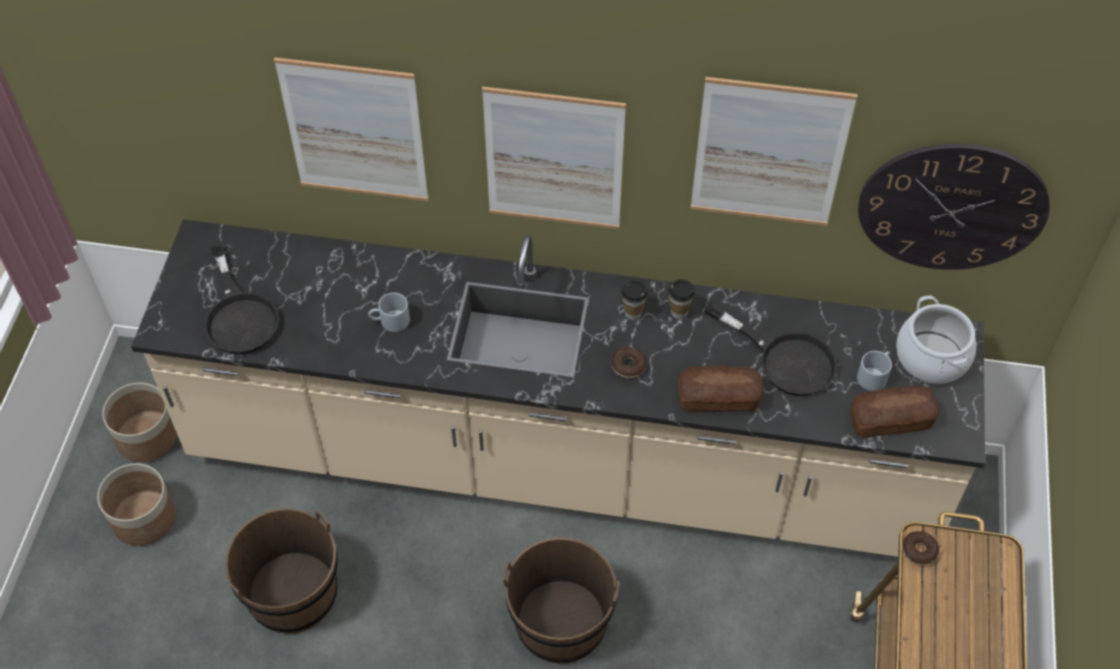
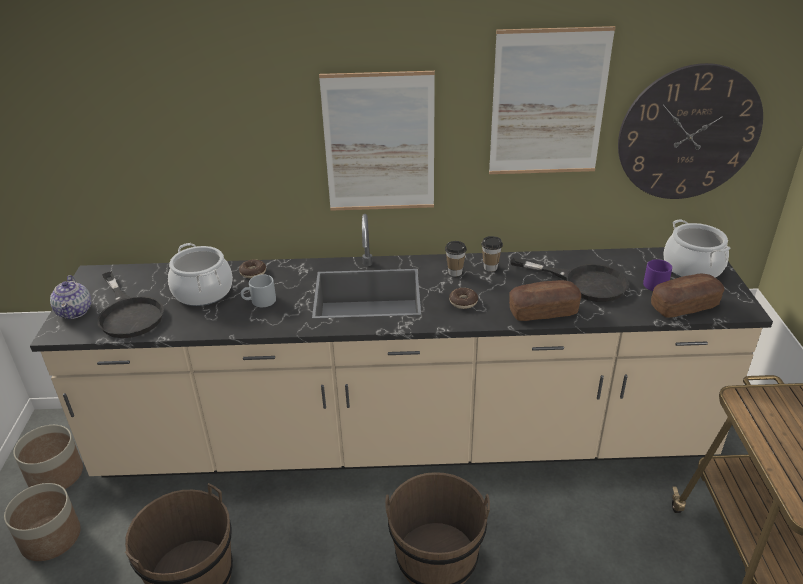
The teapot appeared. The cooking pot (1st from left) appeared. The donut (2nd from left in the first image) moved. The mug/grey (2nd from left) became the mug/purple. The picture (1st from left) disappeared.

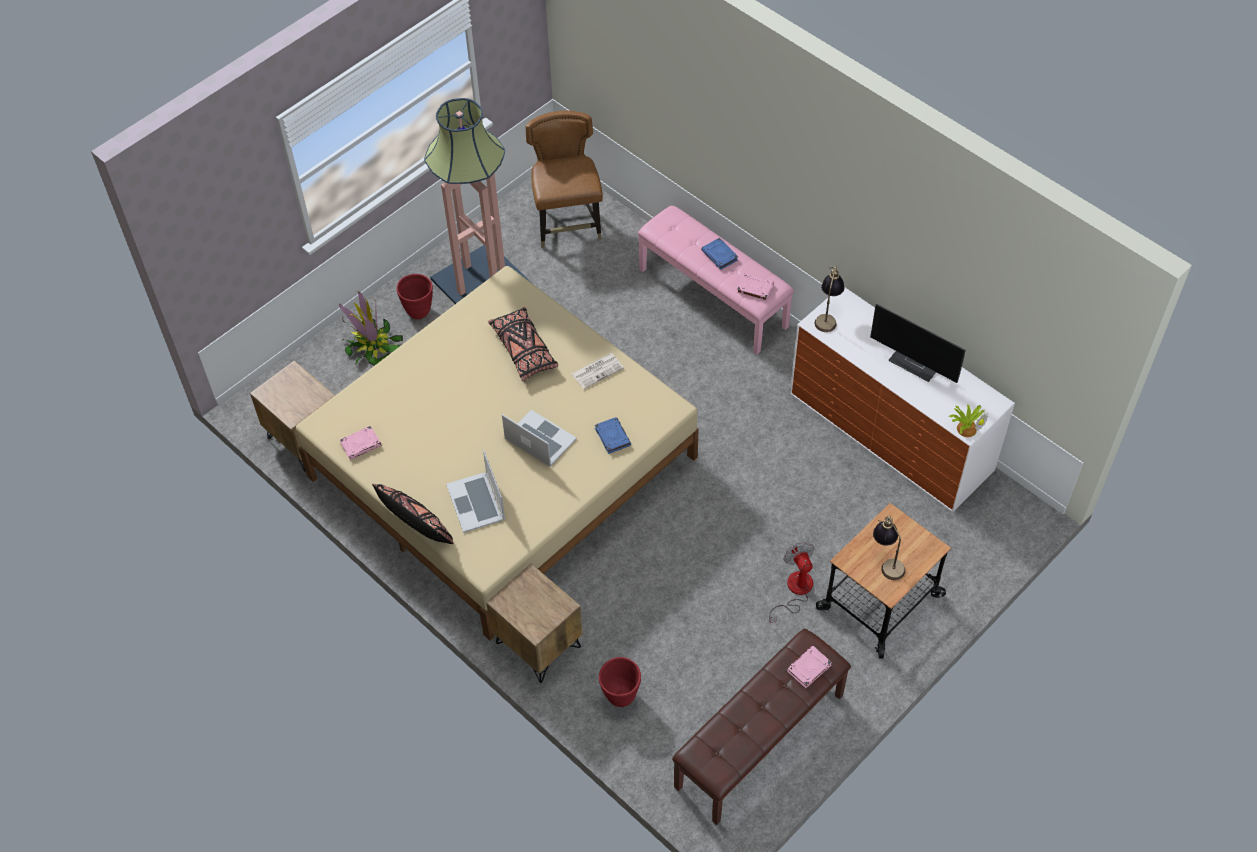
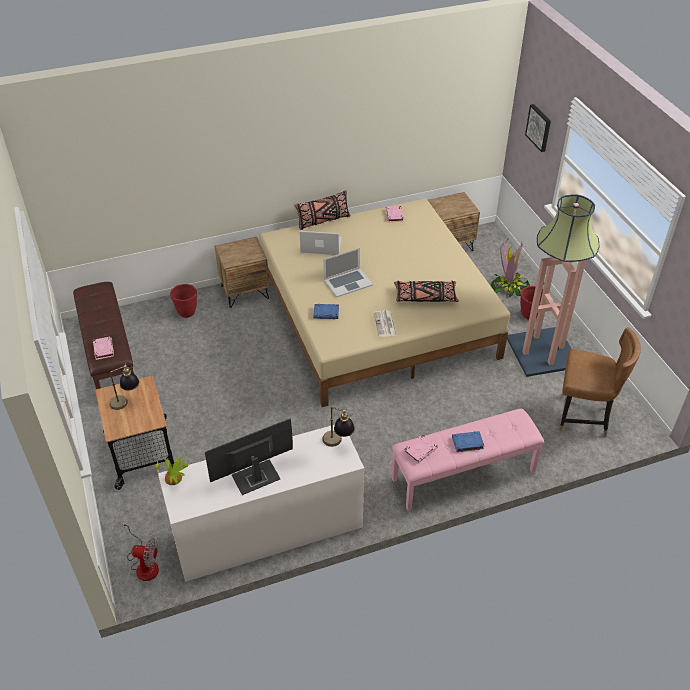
The fan moved. The picture appeared.

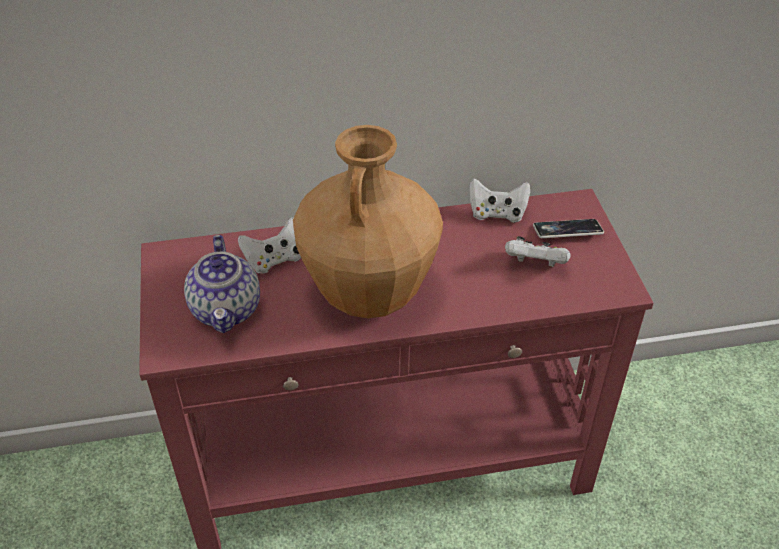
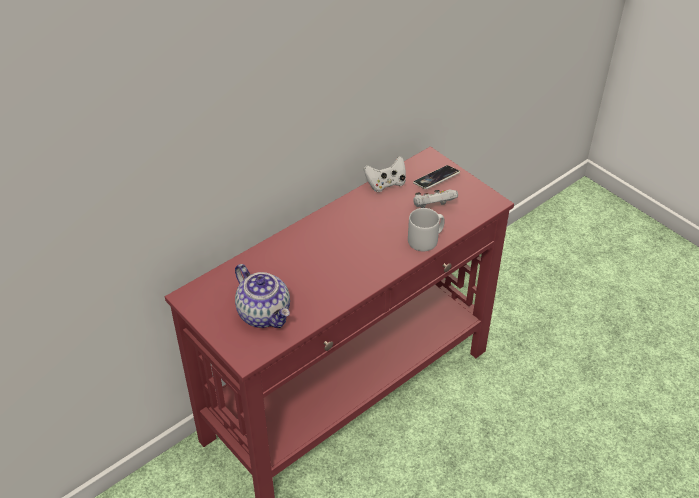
The mug/grey appeared. The game controller/white (1st from left) disappeared. The vase/brown disappeared.

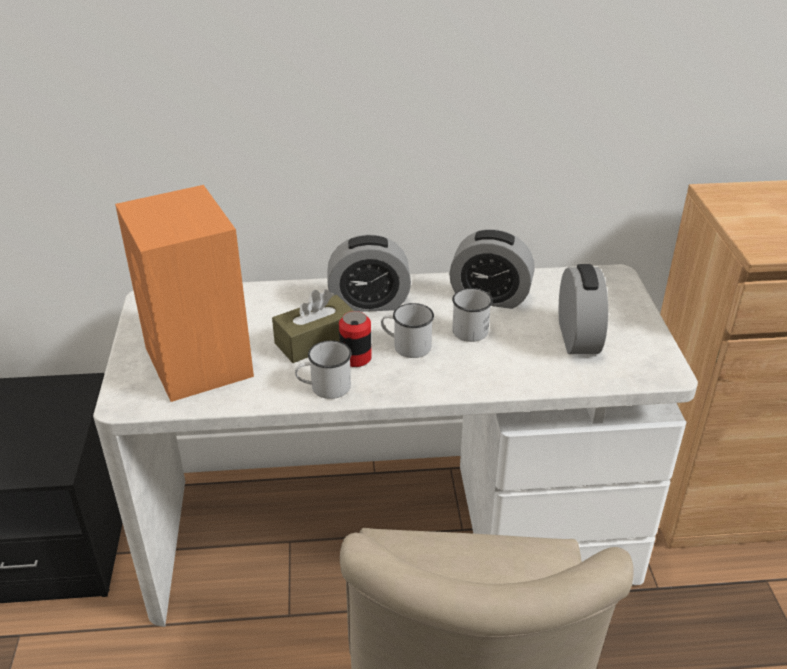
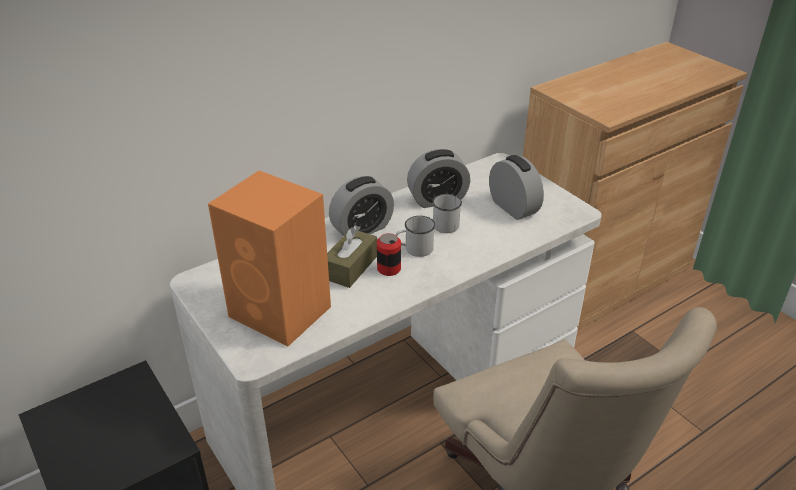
The mug/white (1st from left) disappeared.

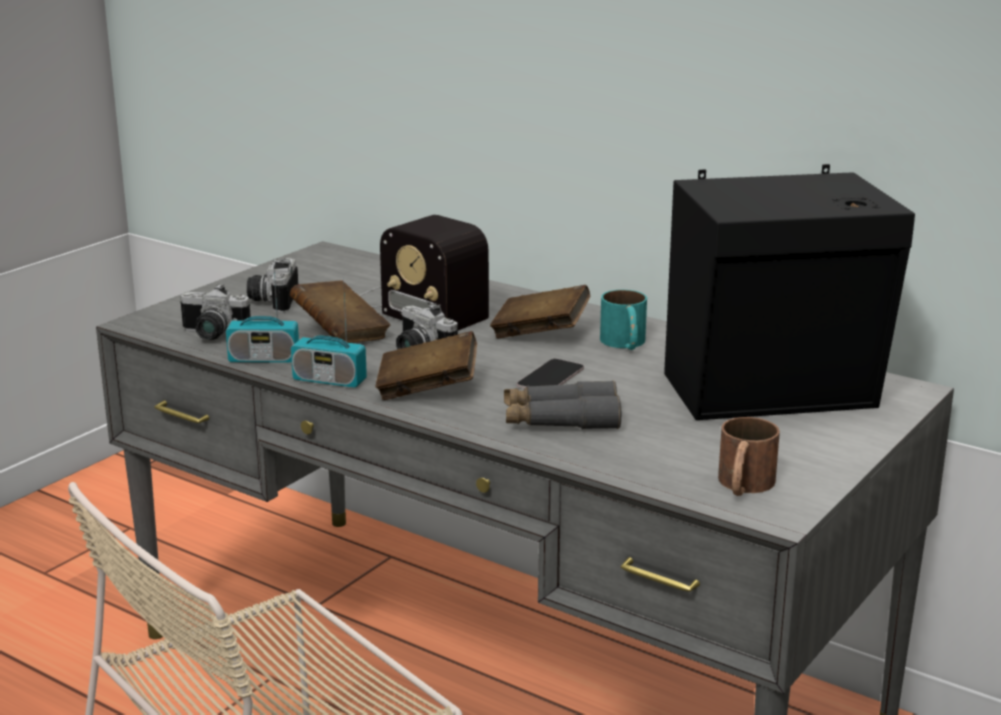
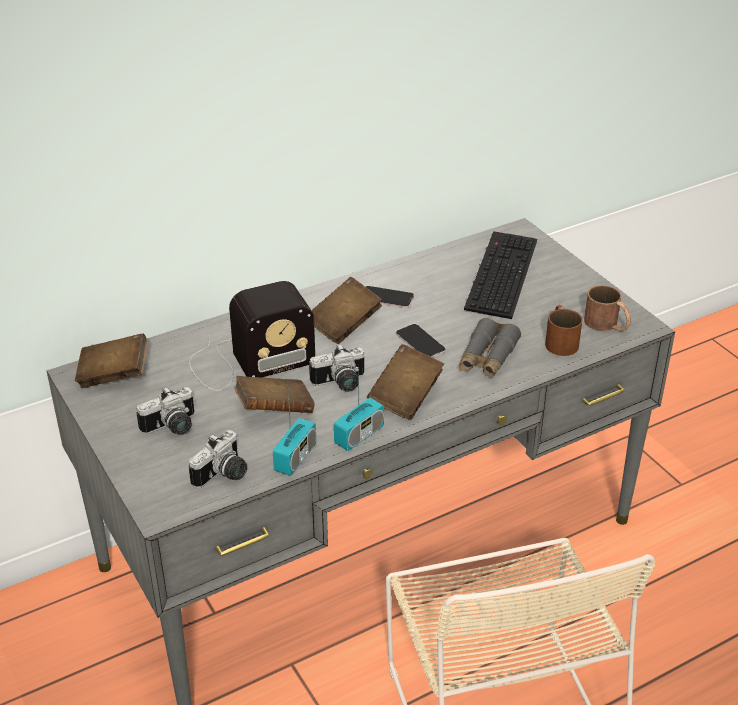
The book/brown (1st from left) appeared. The photo camera (2nd from left in the first image) turned 60 degrees counterclockwise. The mug/turquoise was replaced by the phone (1st from left). The speaker/black was replaced by the keyboard. The mug/brown (1st from left) appeared.

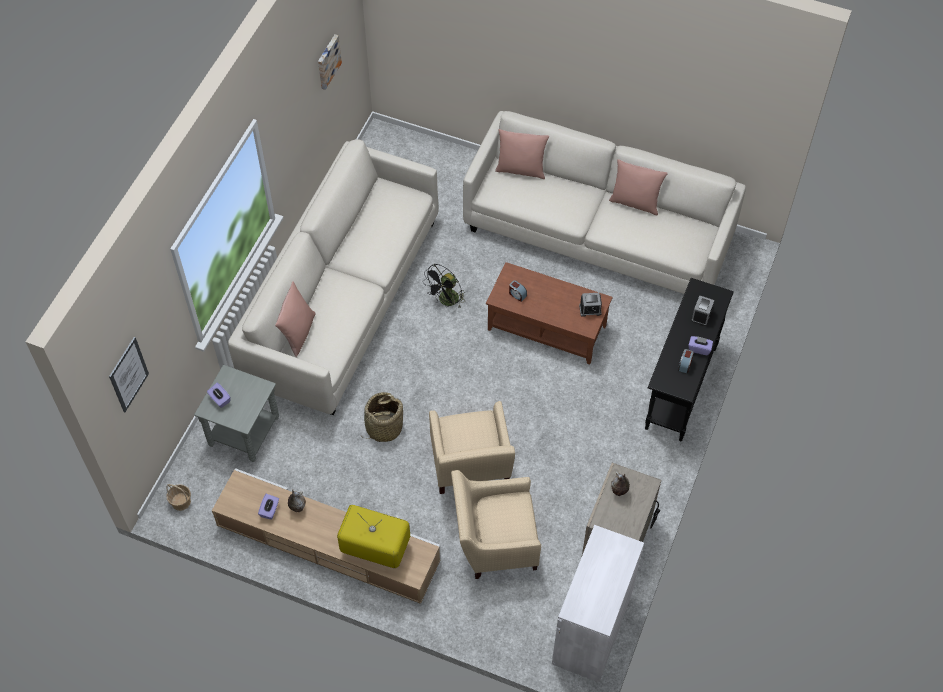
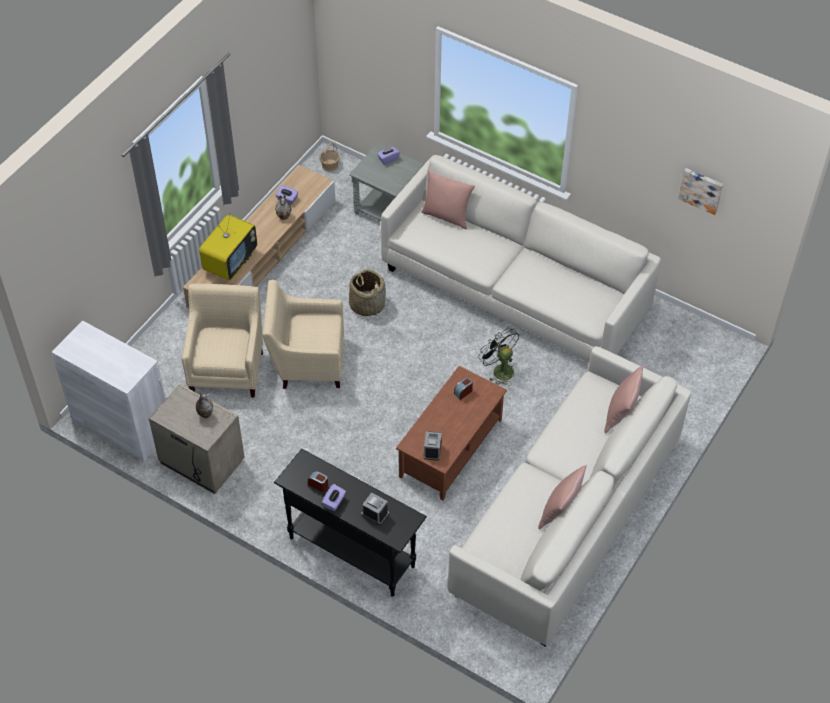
The picture (1st from left) disappeared.

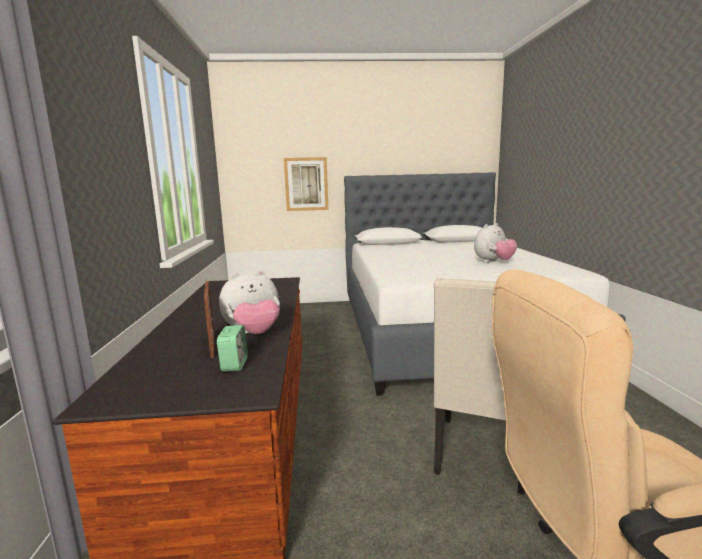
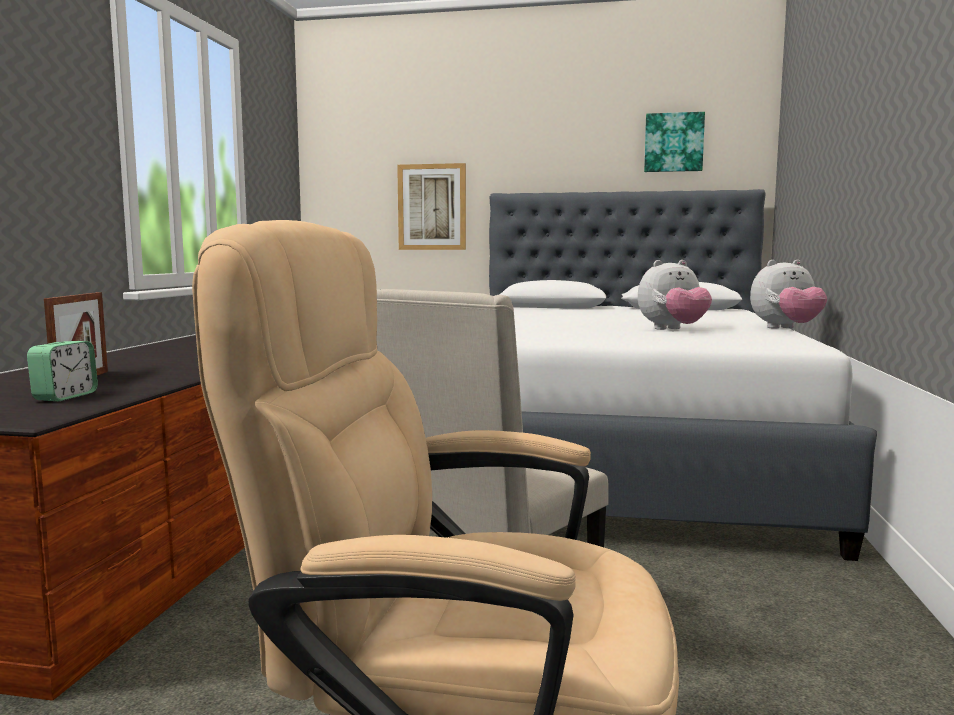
The picture (2nd from left) appeared. The plush toy (1st from left in the first image) moved.

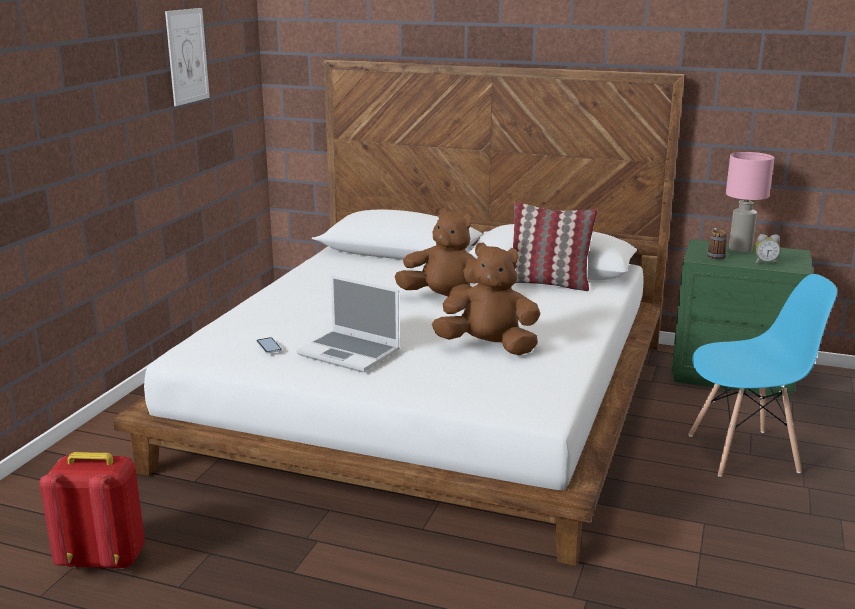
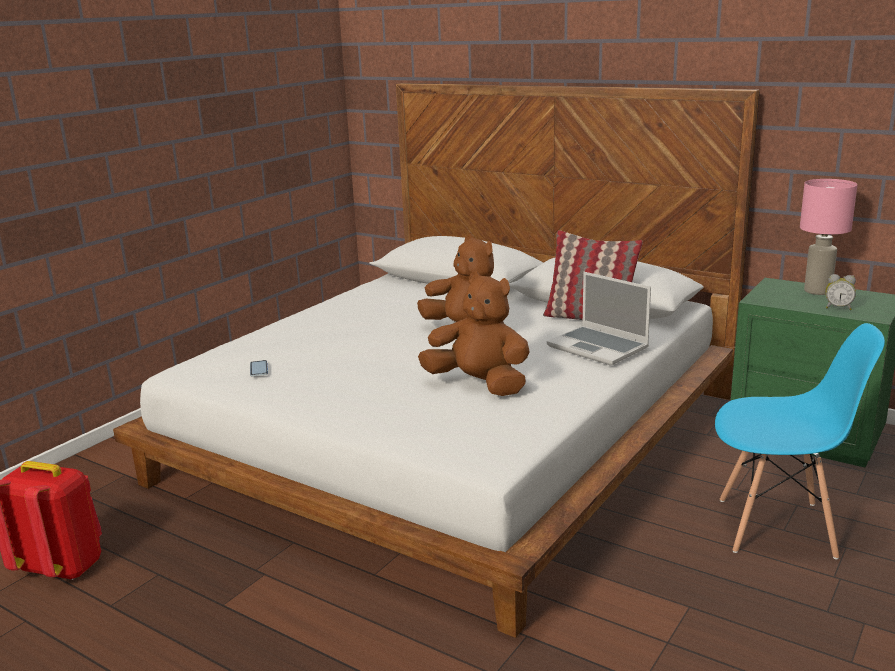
The laptop moved. The picture disappeared. The mug disappeared.

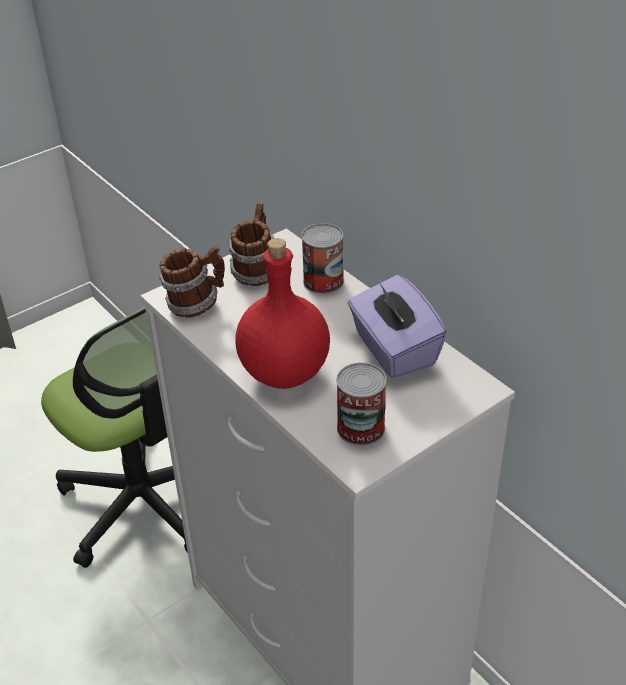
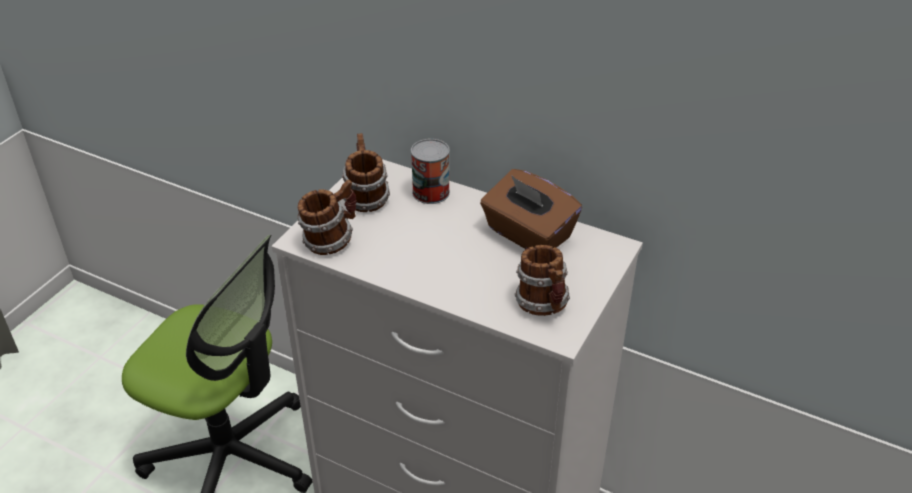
The tissue box/purple became the tissue box/brown. The can (2nd from left) was replaced by the mug (3rd from left). The bottle/red disappeared.

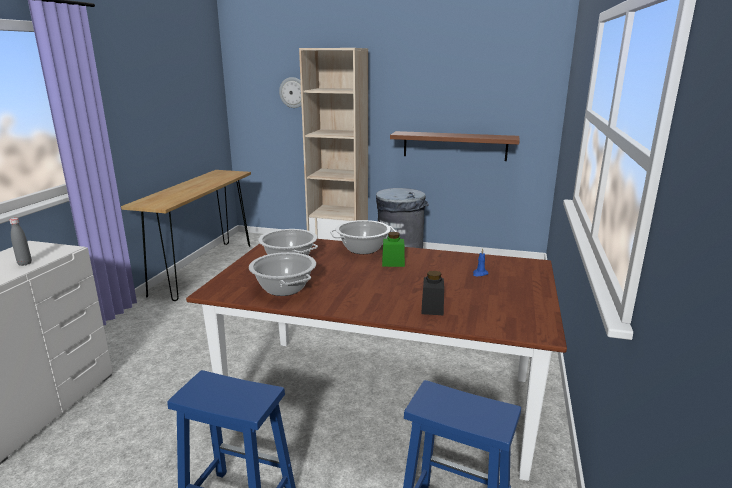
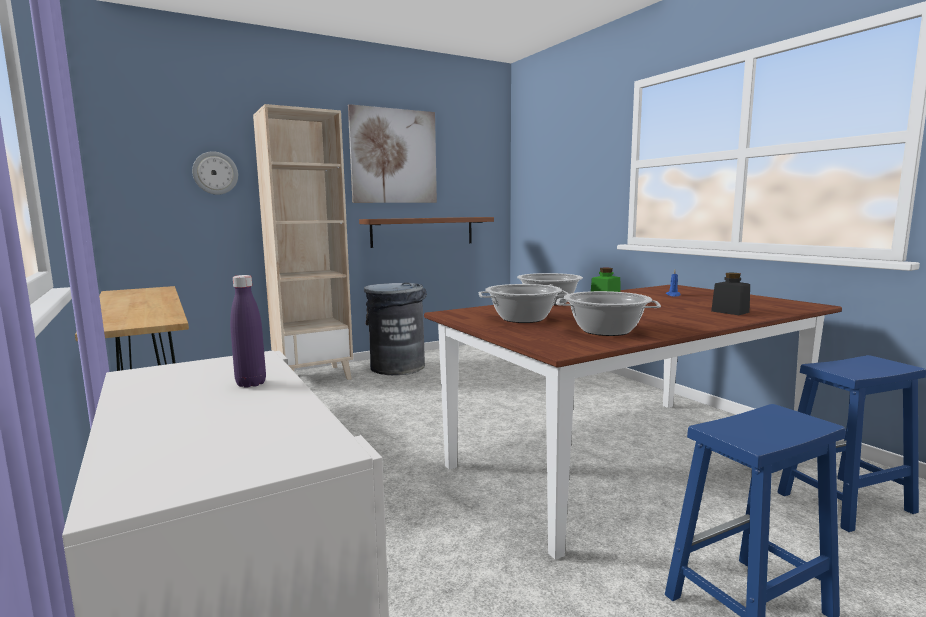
The bottle/grey became the bottle/purple. The picture appeared.

